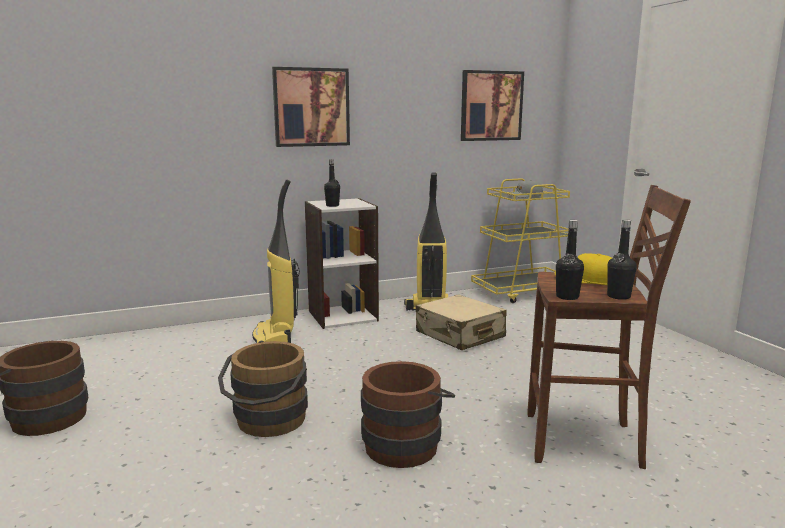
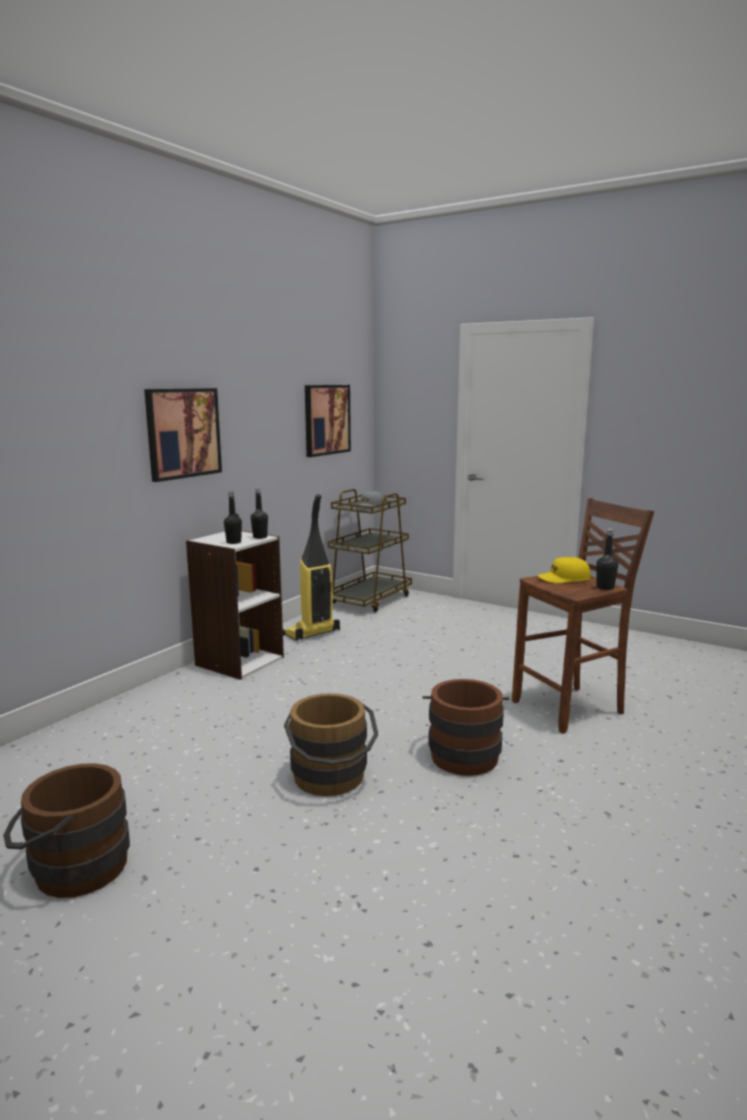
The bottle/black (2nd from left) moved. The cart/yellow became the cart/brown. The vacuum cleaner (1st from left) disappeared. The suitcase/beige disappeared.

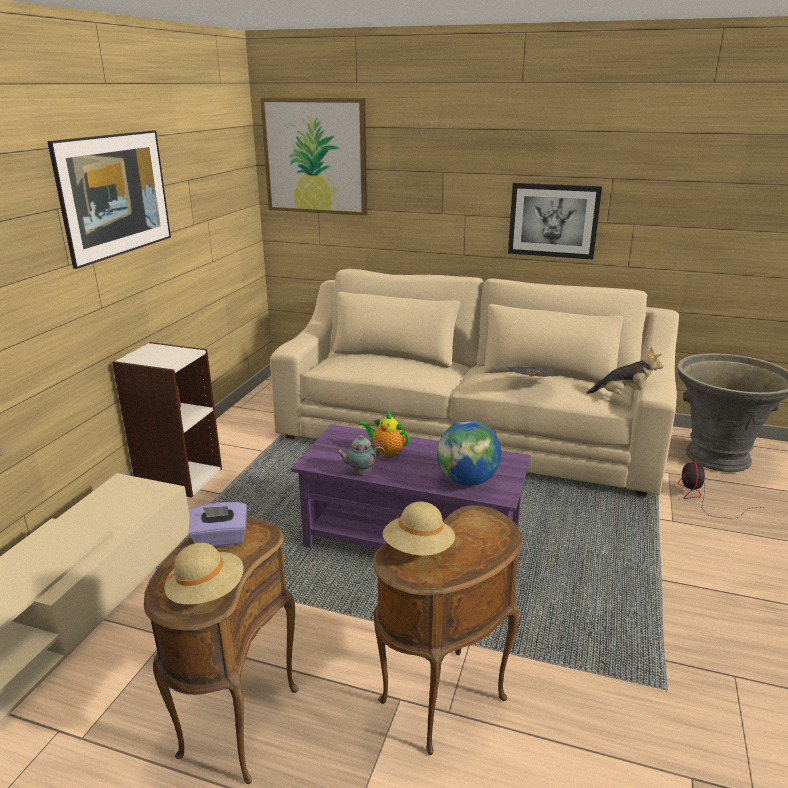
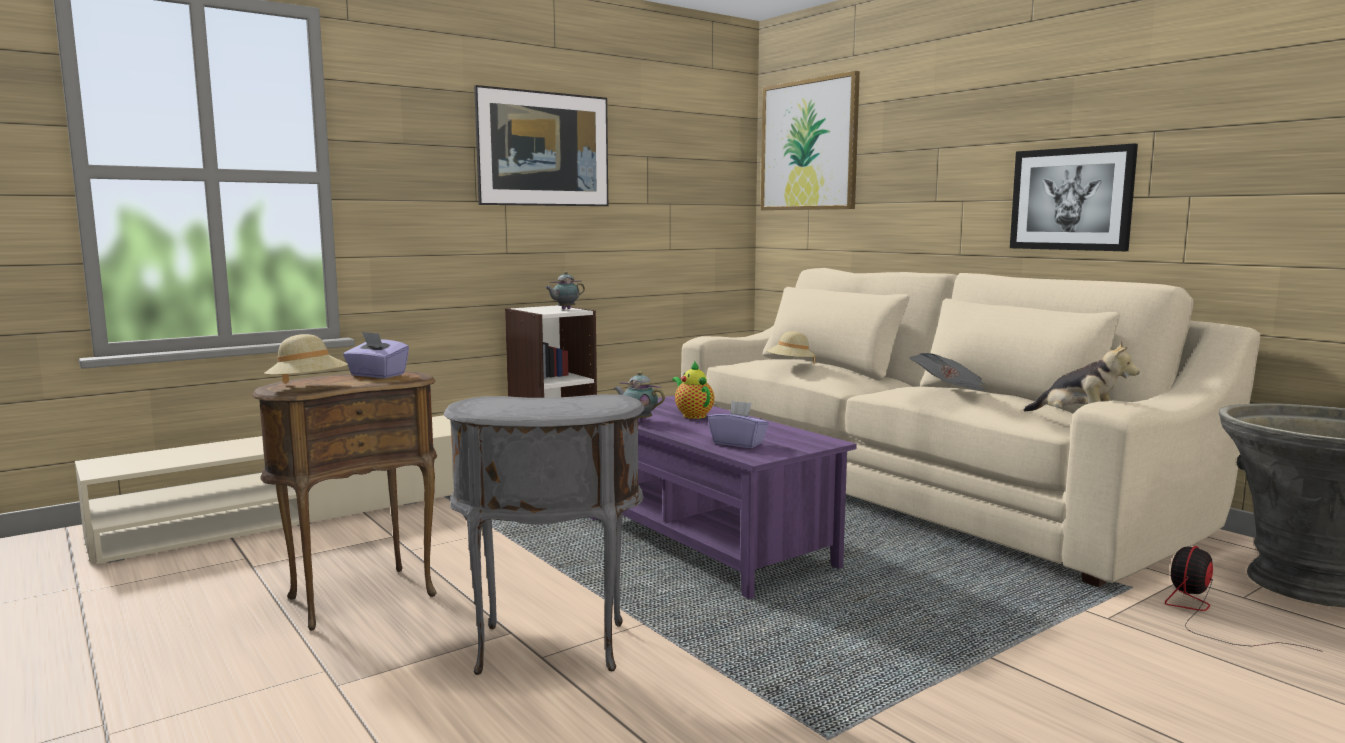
The side table/brown (2nd from left) became the side table/grey. The teapot (1st from left) appeared. The globe was replaced by the tissue box/purple (2nd from left). The hat/beige (2nd from left) moved.

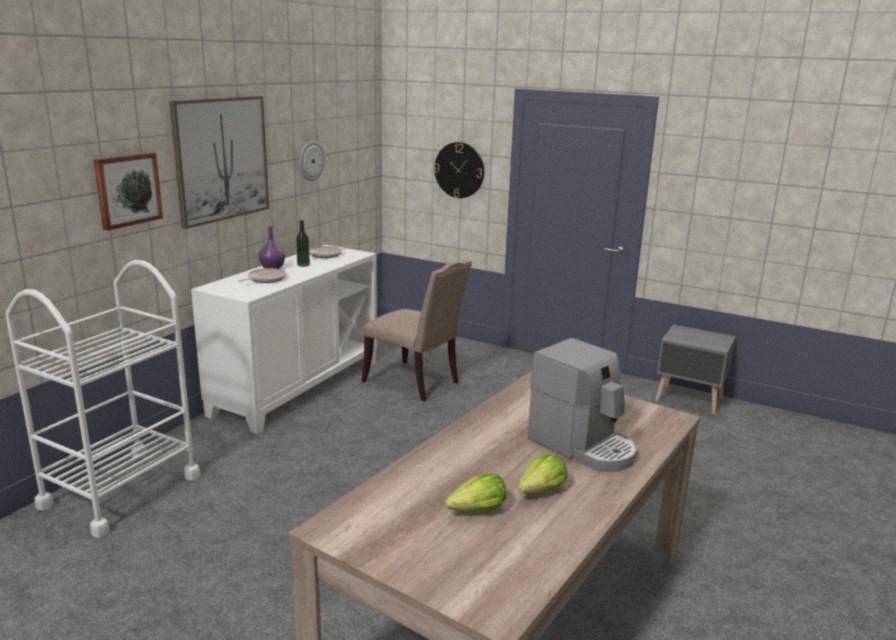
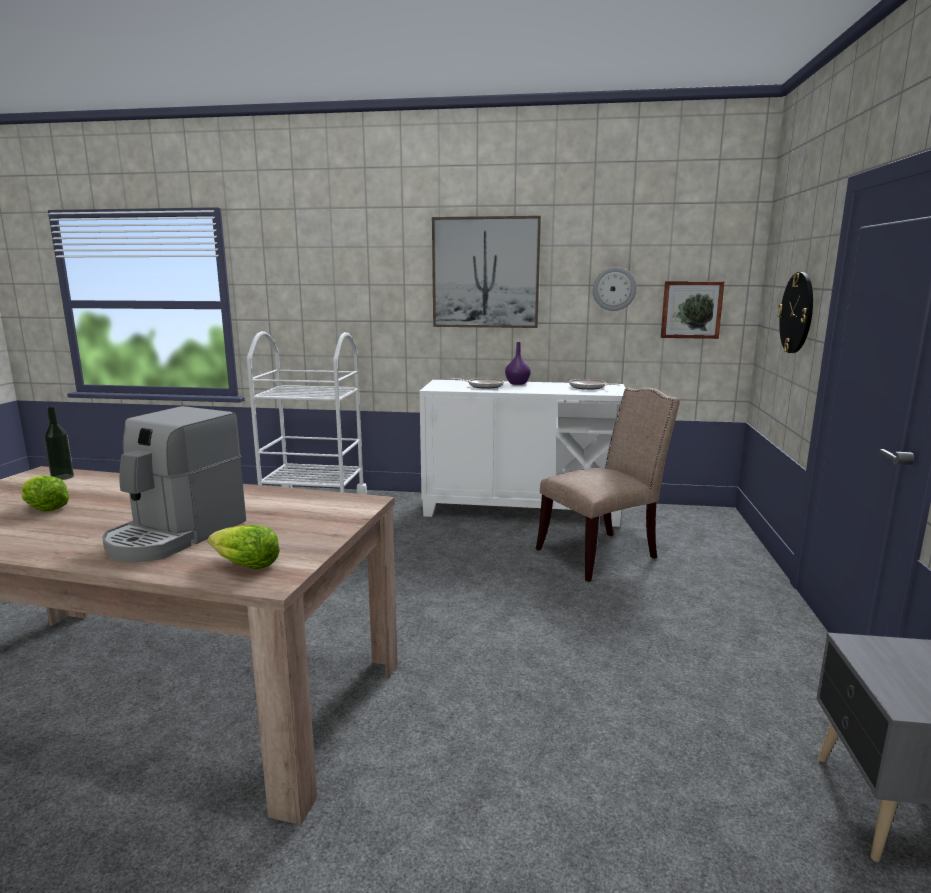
The bottle moved. The lettuce (2nd from left) moved. The chair/beige turned 135 degrees counterclockwise. The picture (1st from left in the first image) moved.

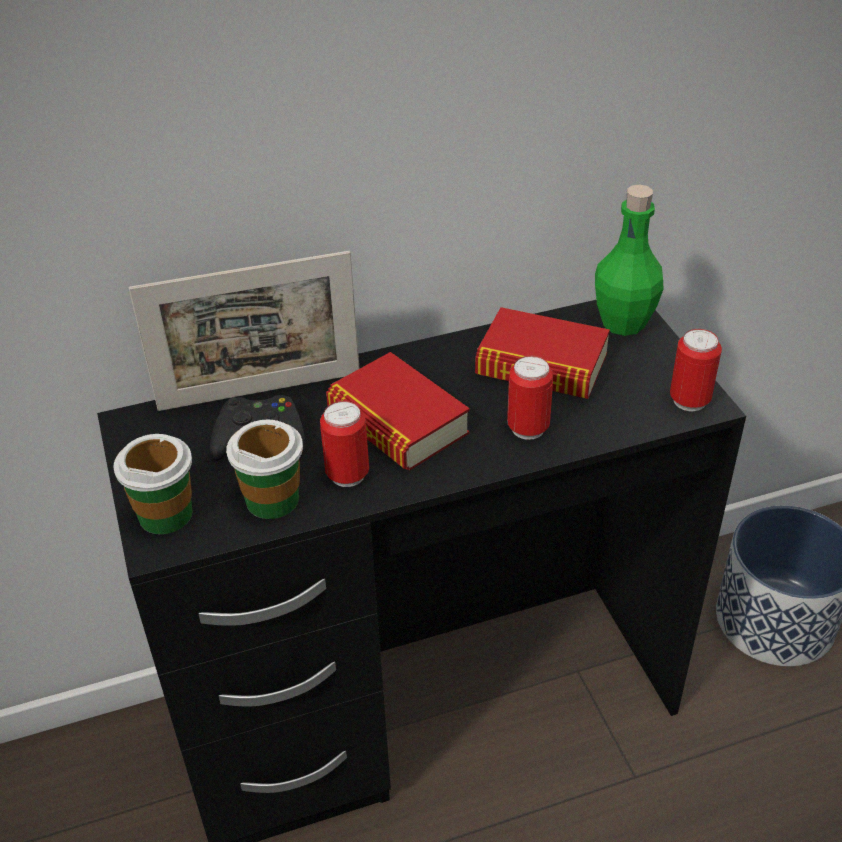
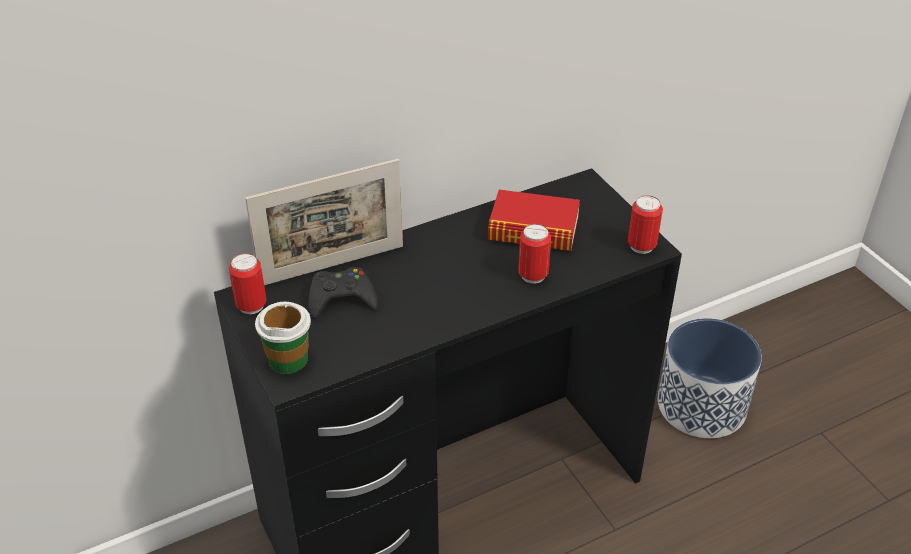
The can (1st from left) moved. The cup (2nd from left) disappeared. The book (1st from left) disappeared. The bottle/green disappeared.

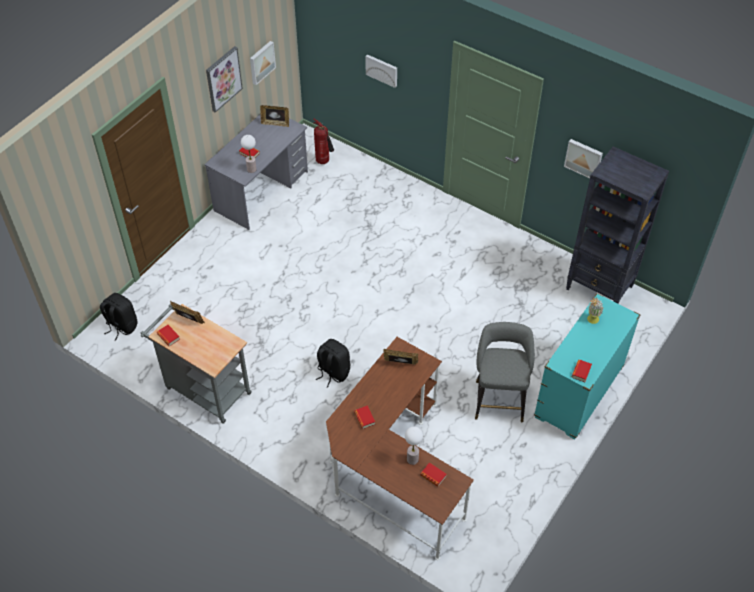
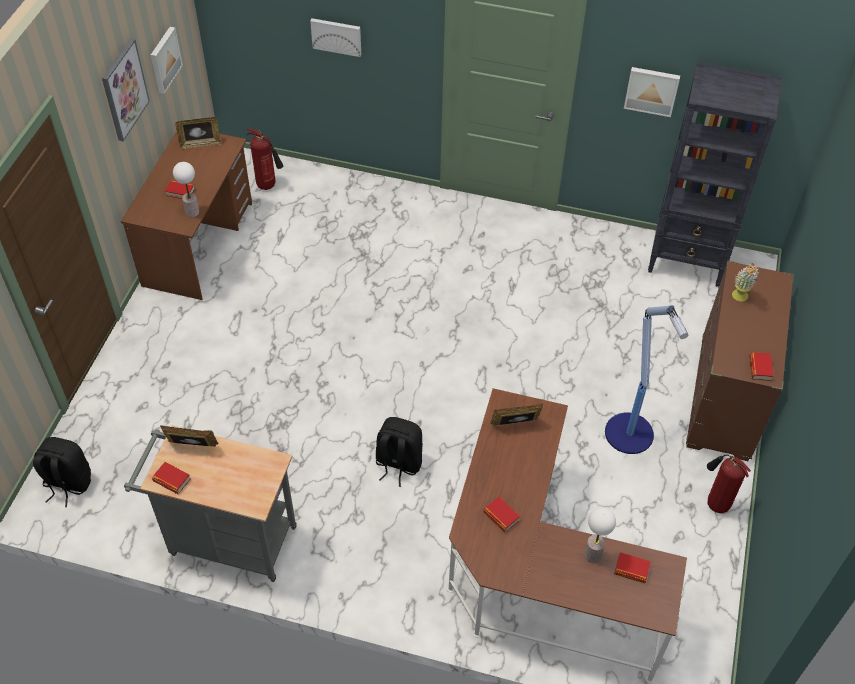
The desk/grey became the desk/brown (1st from left). The stool/grey was replaced by the floor lamp. The dresser/turquoise became the dresser/brown. The fire extinguisher (2nd from left) appeared.

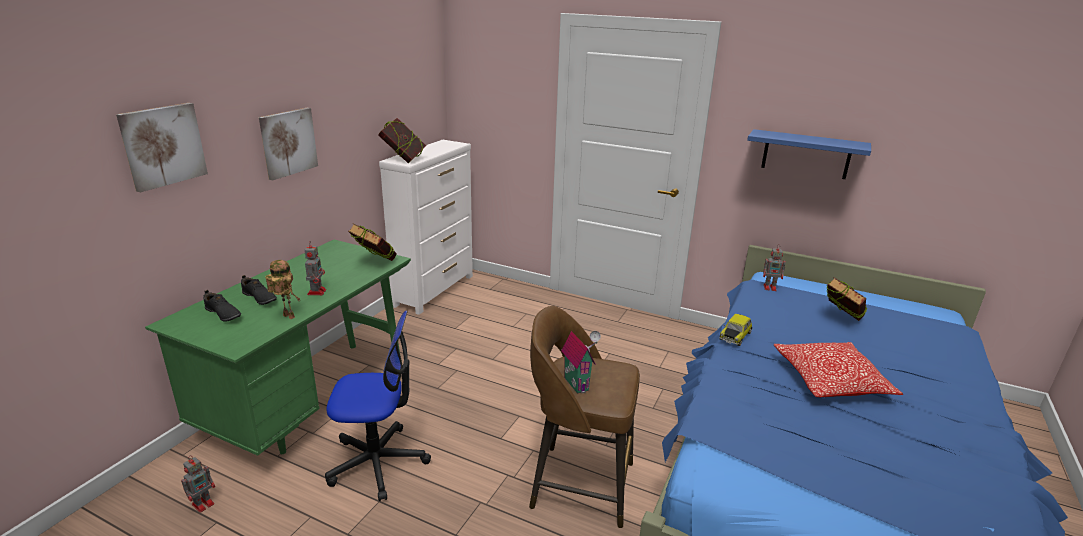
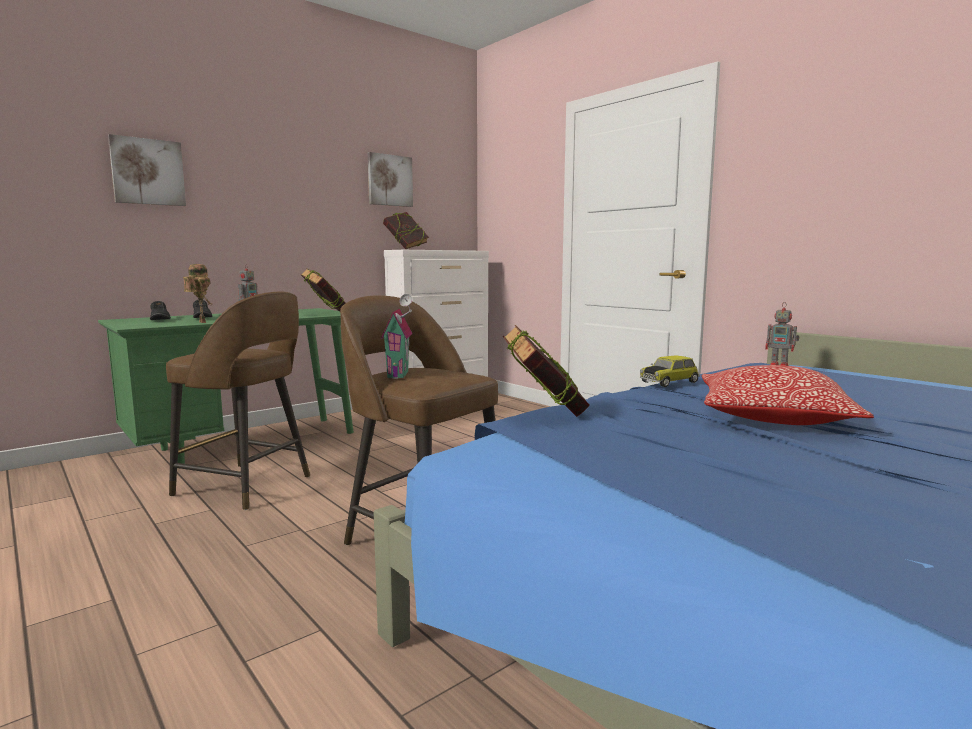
The office chair was replaced by the stool/brown (1st from left). The picture (2nd from left) moved. The book (3rd from left) moved. The toy robot (1st from left) disappeared. The shelf/blue disappeared.

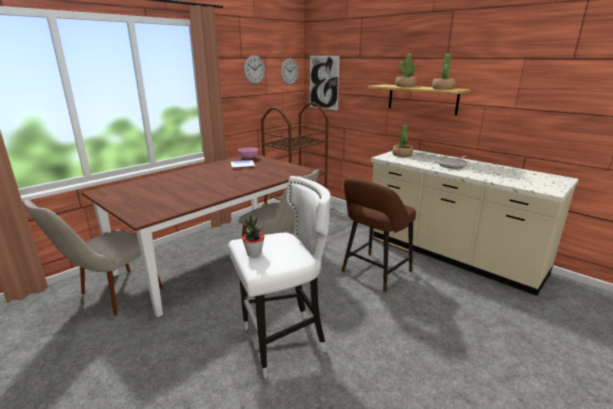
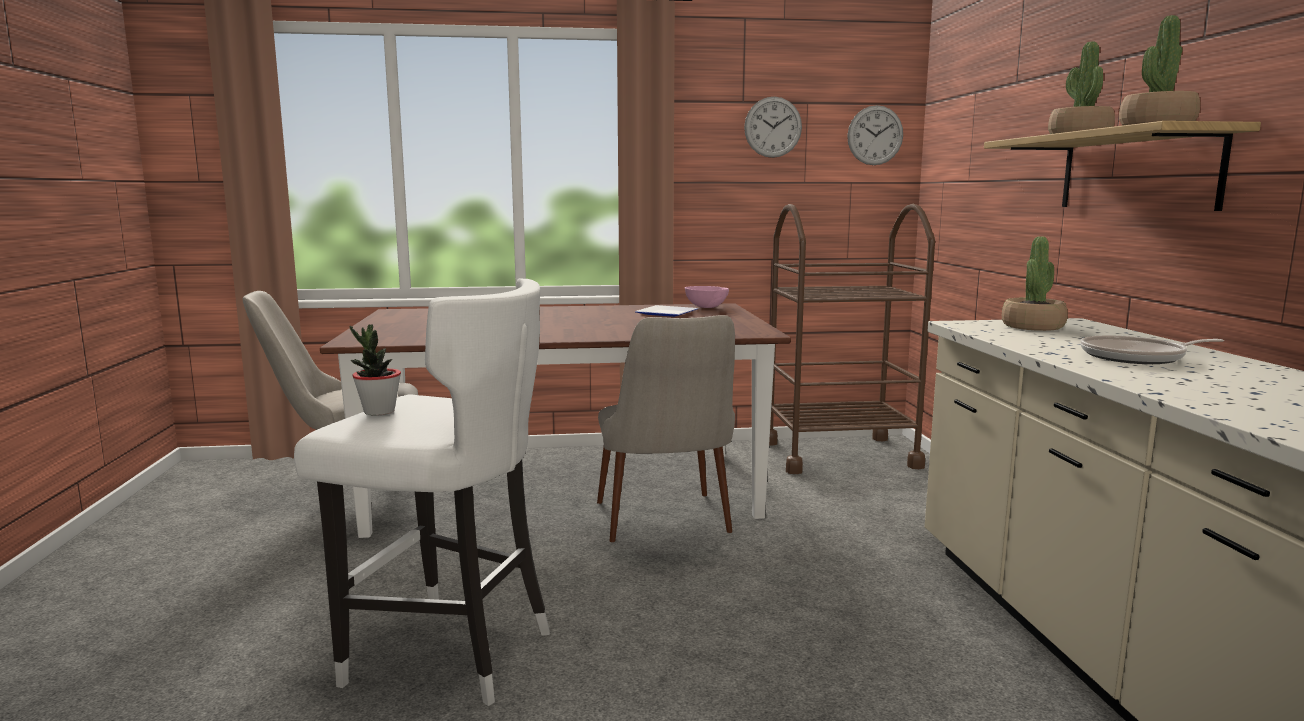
The picture disappeared. The stool/brown disappeared.

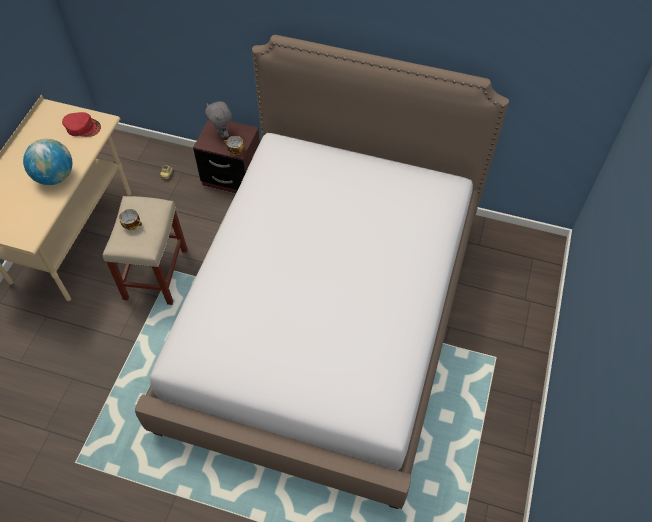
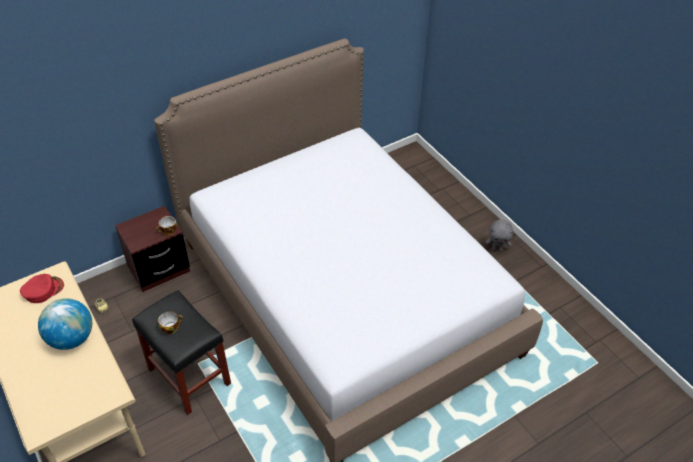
The stool/beige became the stool/black. The plush toy/grey moved.

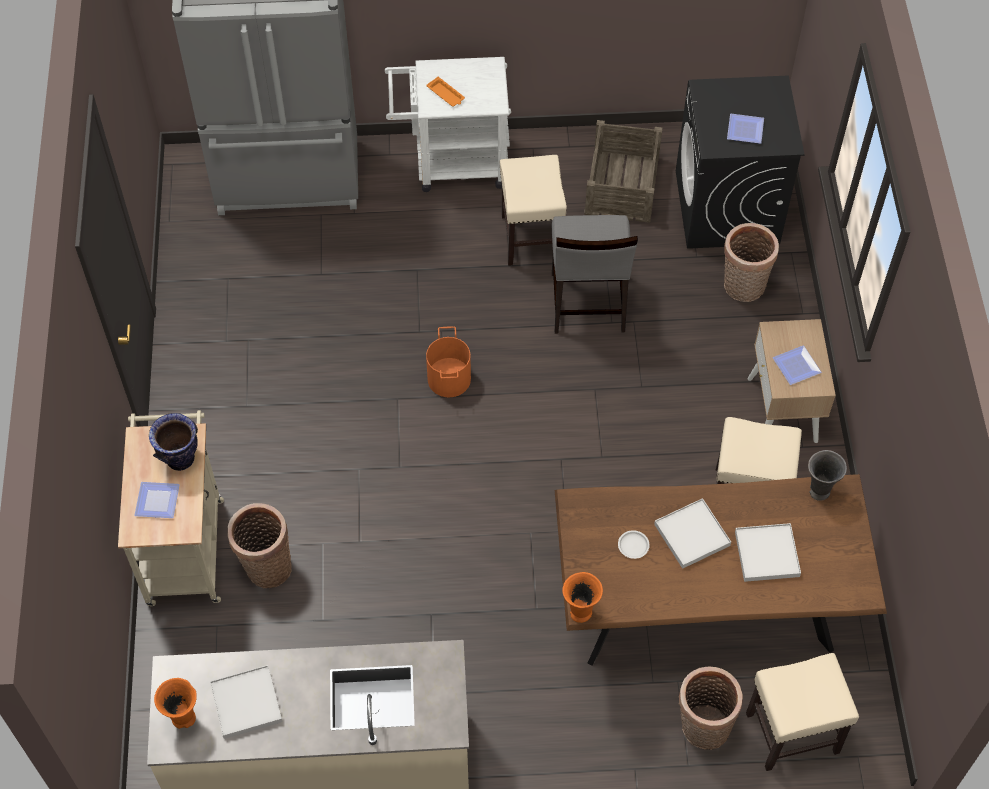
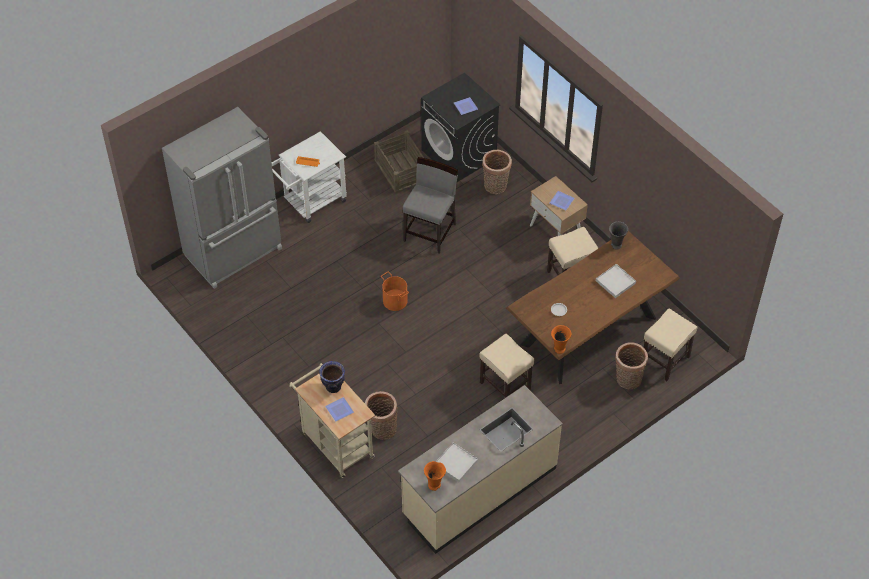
The chair/grey turned 120 degrees counterclockwise. The stool/beige (1st from left) moved. The tray/white (2nd from left) disappeared.

